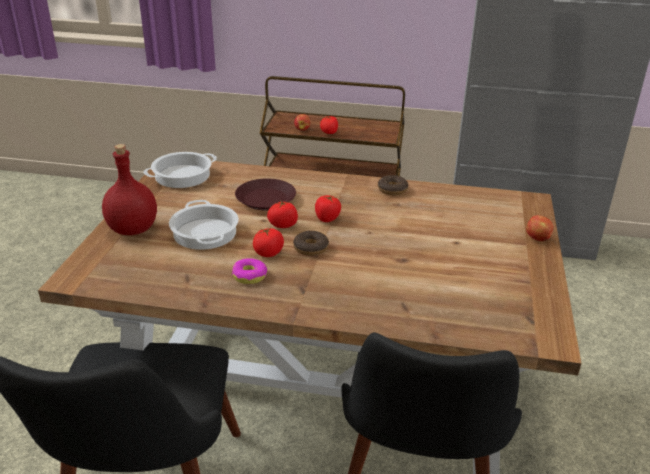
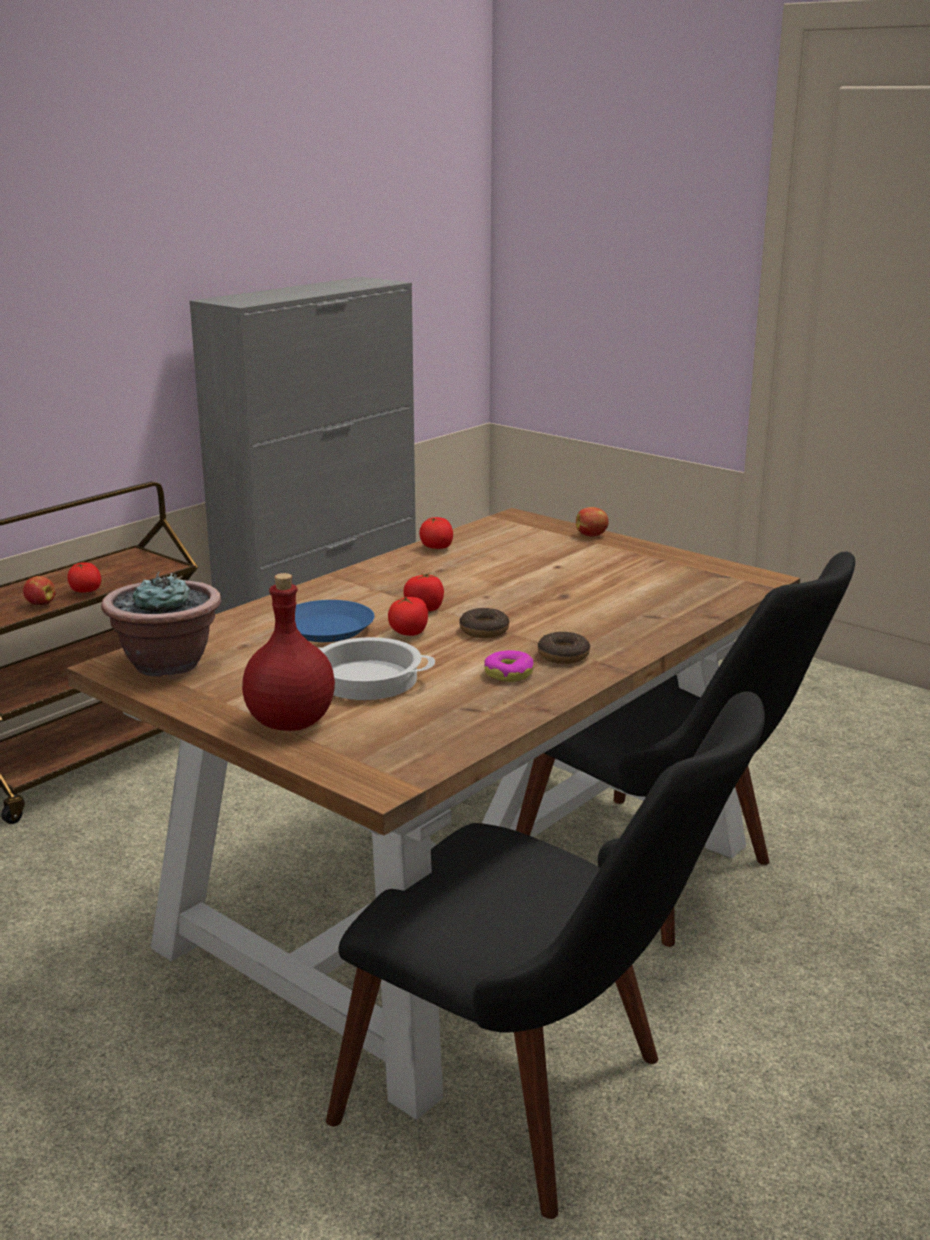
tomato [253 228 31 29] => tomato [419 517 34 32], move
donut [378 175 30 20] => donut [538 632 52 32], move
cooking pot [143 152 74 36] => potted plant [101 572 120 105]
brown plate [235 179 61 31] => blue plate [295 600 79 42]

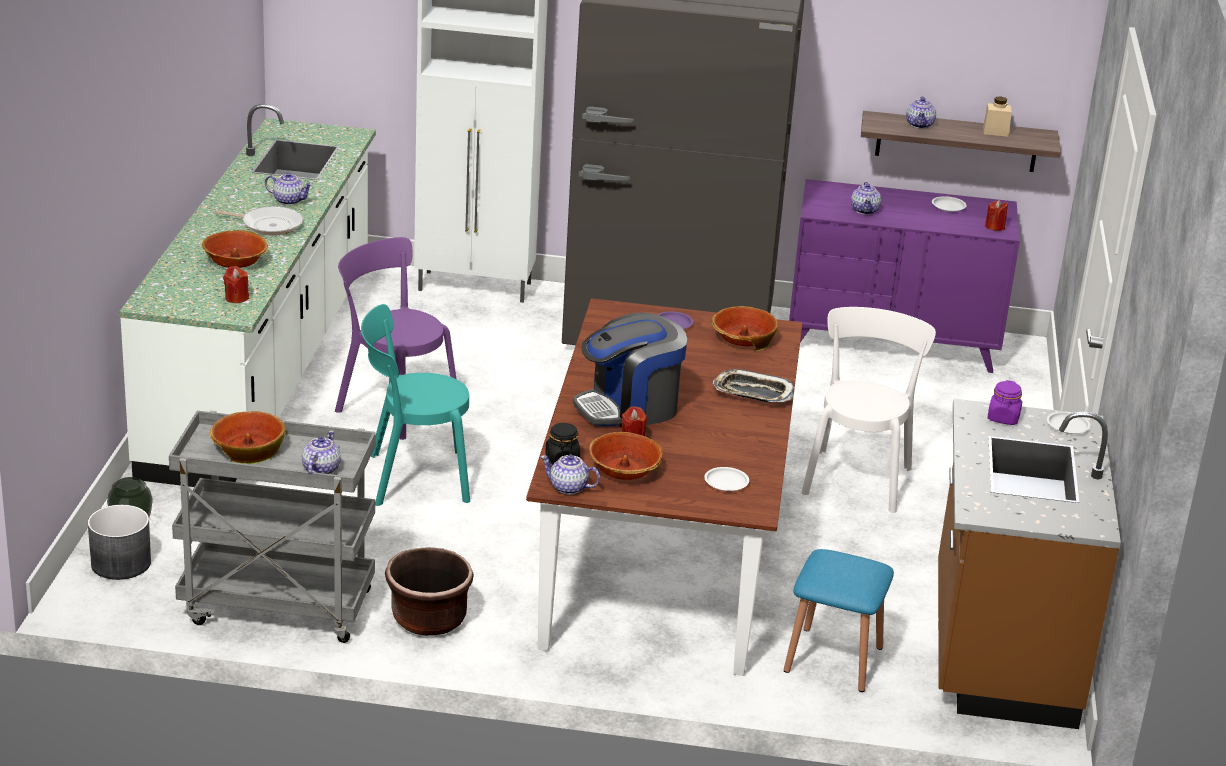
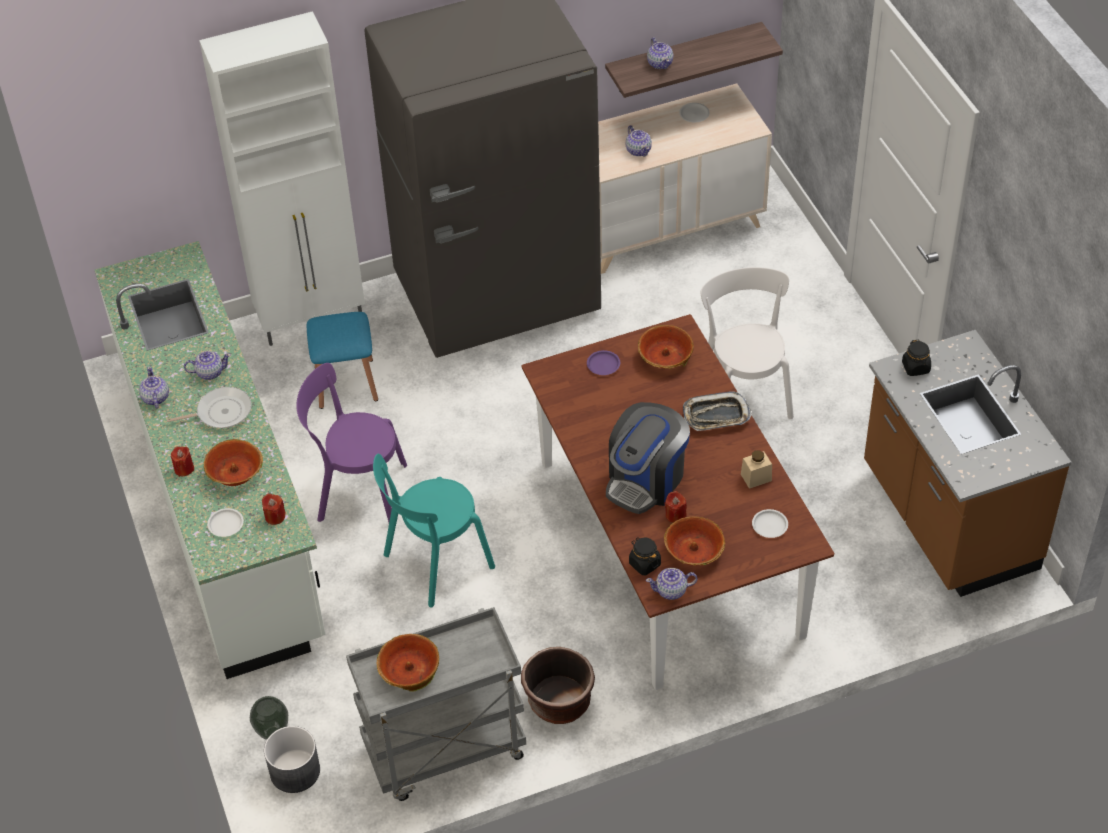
teapot [302 430 39 44] => teapot [139 367 30 42], move
blue stool [784 549 110 143] => blue stool [307 312 71 97], move
beige jar [983 97 29 40] => beige jar [741 450 31 39], move
red candle [985 200 23 31] => red candle [171 446 23 31], move
white plate [1047 411 44 23] => white plate [207 508 37 29], move
purple dresser [789 179 231 194] => beige dresser [598 84 174 190]
purple jar [987 380 35 45] => black jar [902 340 29 36]

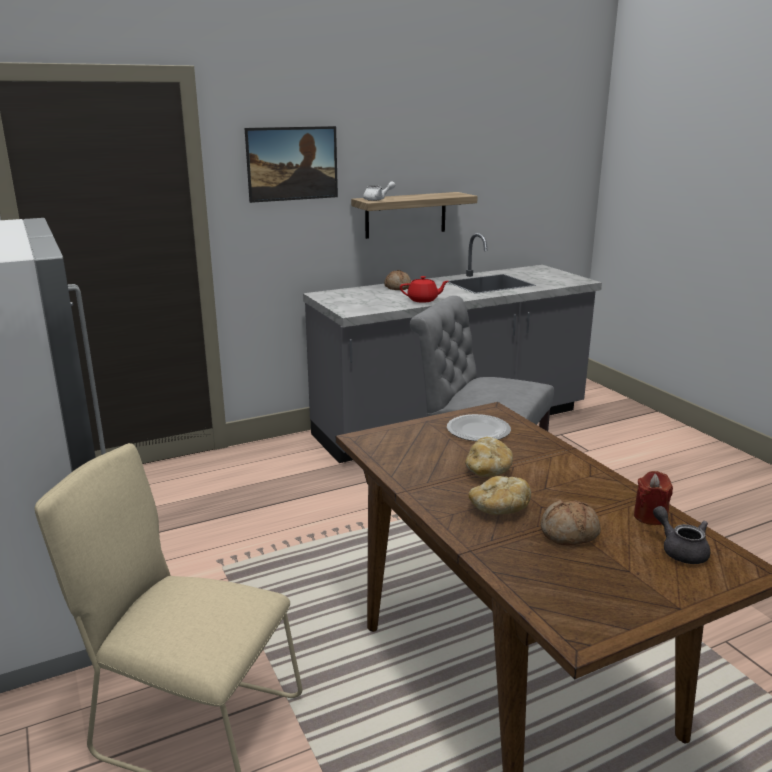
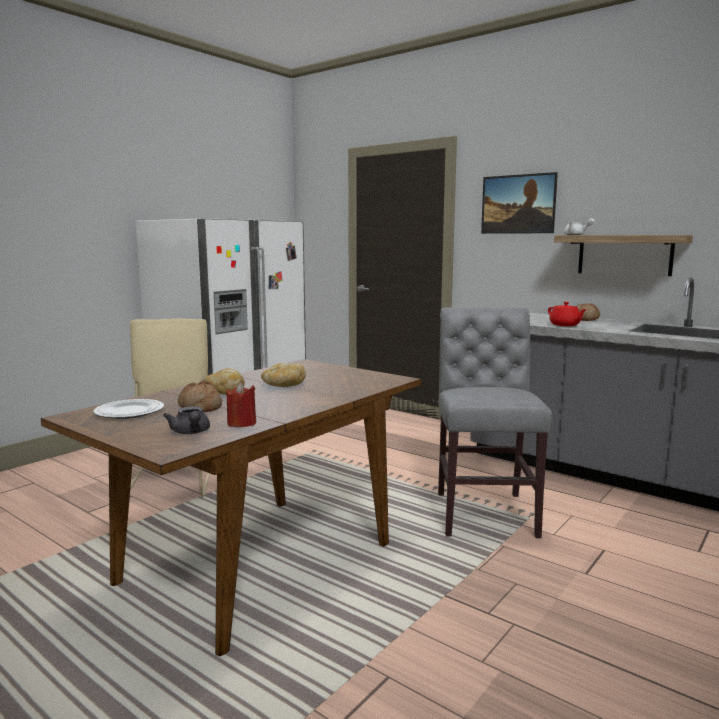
plate [447 414 64 27] => plate [93 399 71 20], move
grey teapot [653 506 57 58] => grey teapot [163 406 47 28], 120 degrees clockwise

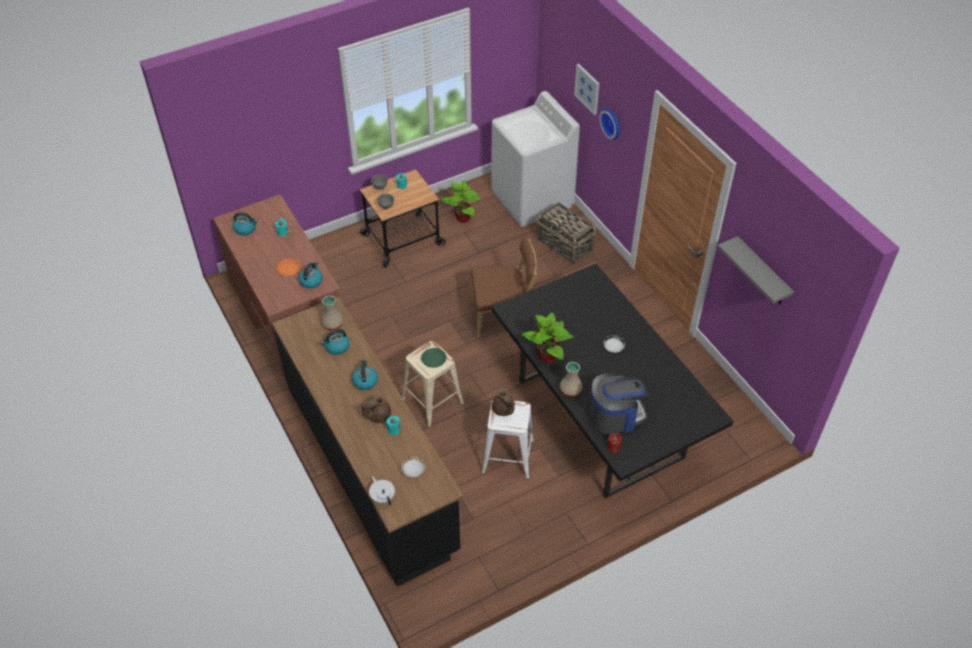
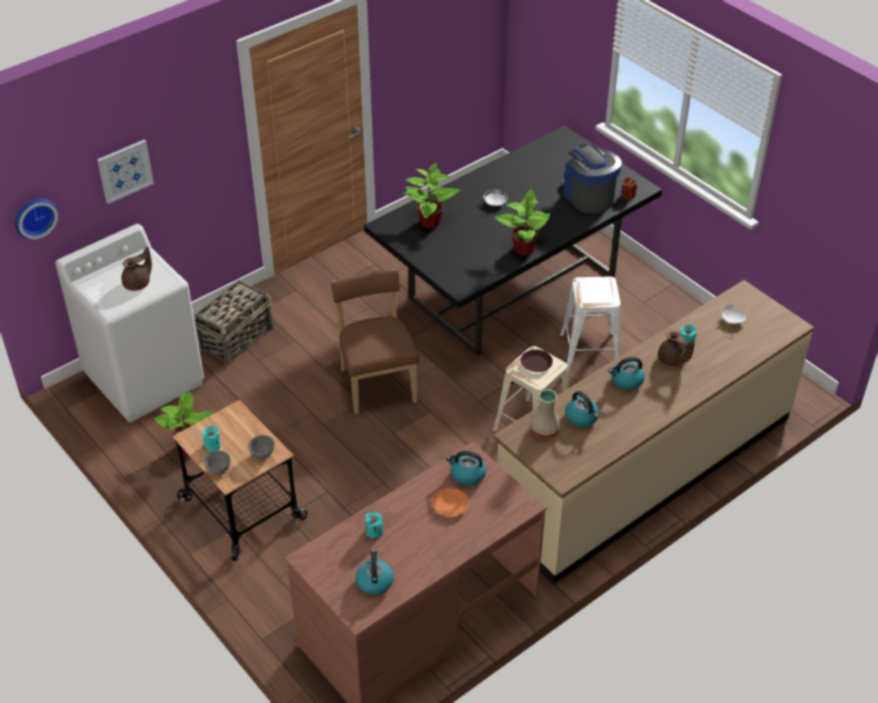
white teapot [369 476 26 29] => nothing
beige vase [560 362 23 35] => nothing
grey shelf [718 236 76 69] => nothing
nothing => potted plant [403 163 57 65]
brown teapot [492 389 23 27] => brown teapot [121 246 31 45], move
wall clock [599 108 21 32] => wall clock [15 199 43 40], move
black counter [272 297 192 290] => beige counter [493 280 321 304]
green plate [421 348 25 20] => brown plate [521 349 32 23]

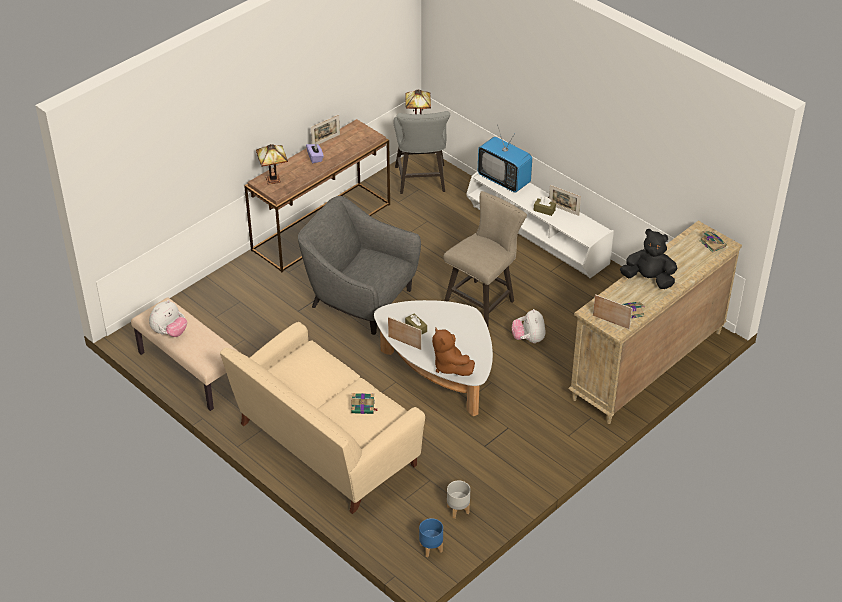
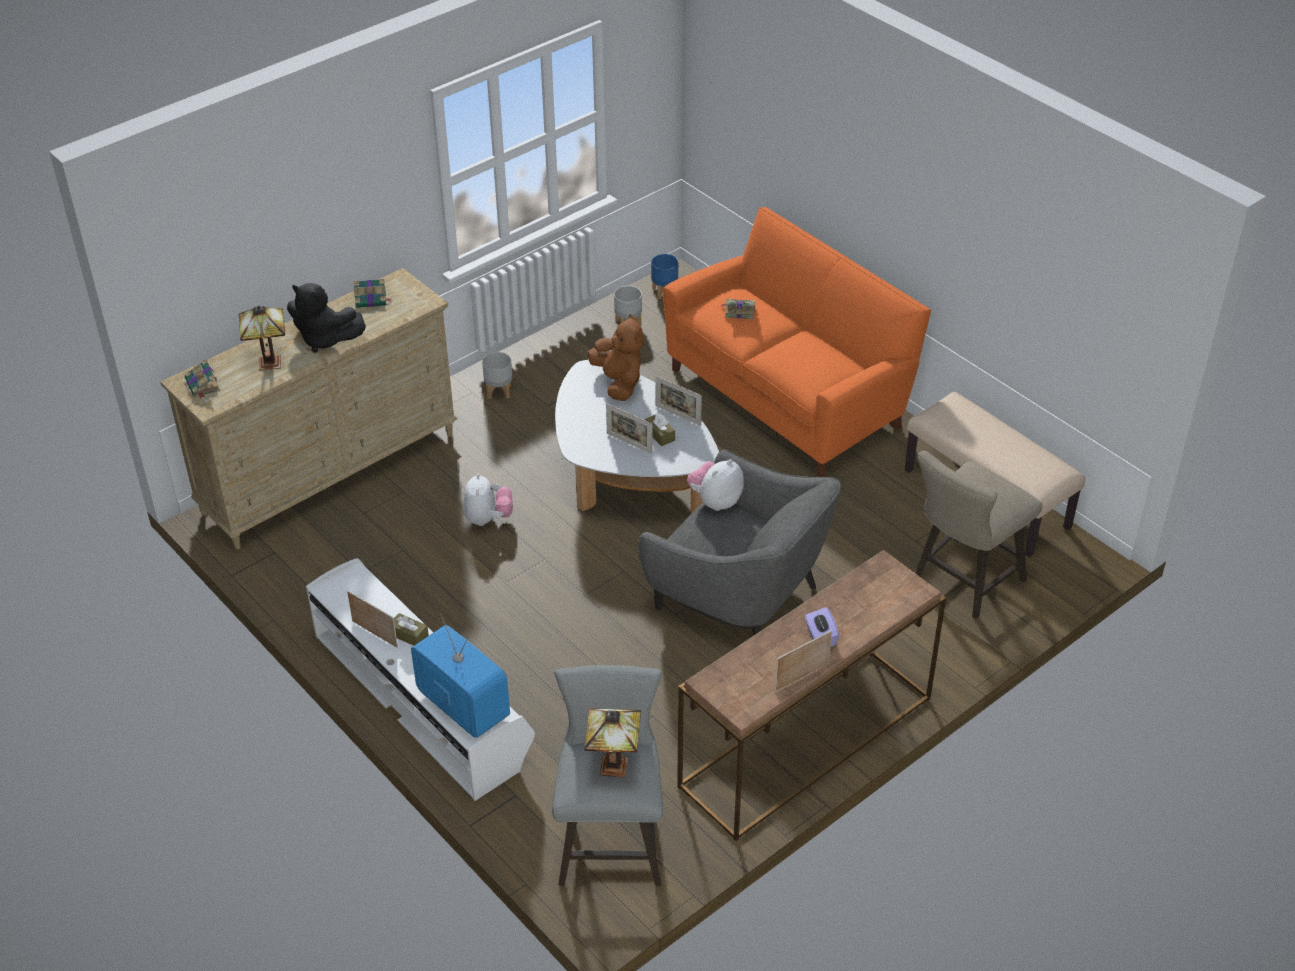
nothing => grey planter [482 352 31 47]
plush toy [149 300 38 37] => plush toy [687 459 57 52], move
table lamp [256 144 32 41] => table lamp [239 306 46 64], move
beige stool [444 191 83 136] => beige stool [916 451 127 168], move
picture frame [593 294 39 35] => picture frame [606 403 47 51], move
beige sofa [220 322 205 192] => orange sofa [662 207 269 270]

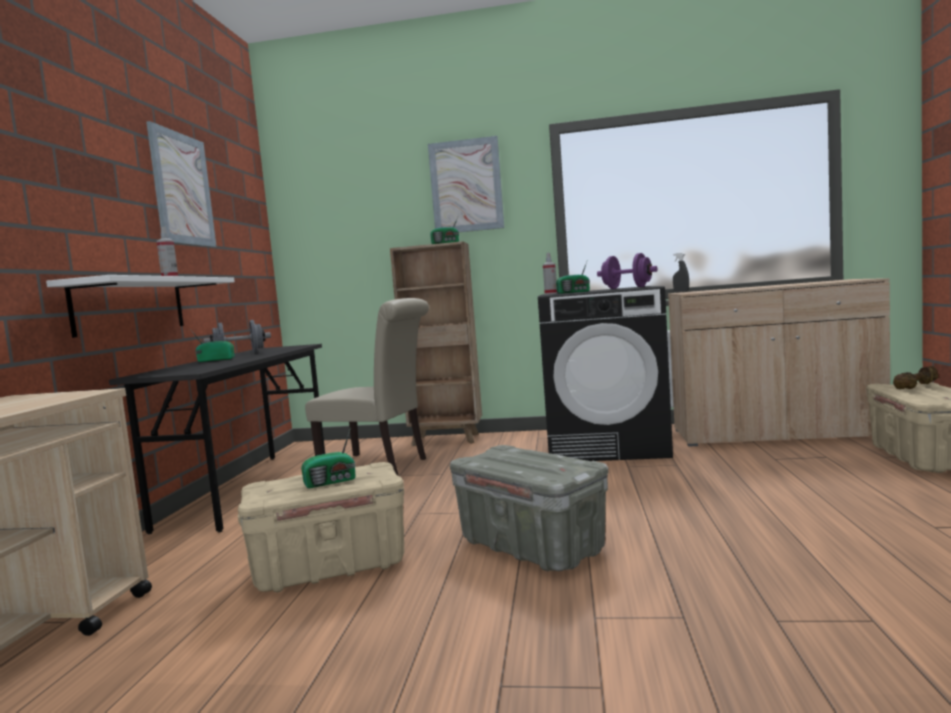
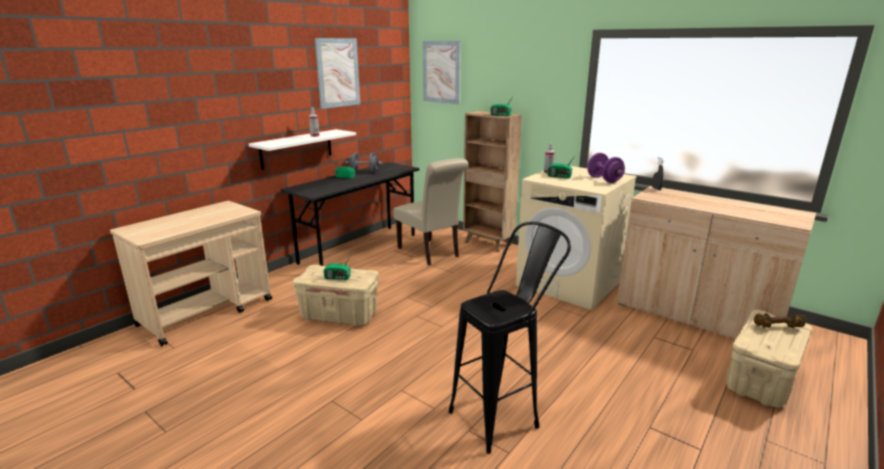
grey storage box [450 445 158 126] => nothing
nothing => black stool [449 222 122 232]
picture [428 136 76 96] => picture [423 41 38 63], move
black washing machine [538 286 135 175] => beige washing machine [516 166 121 144]

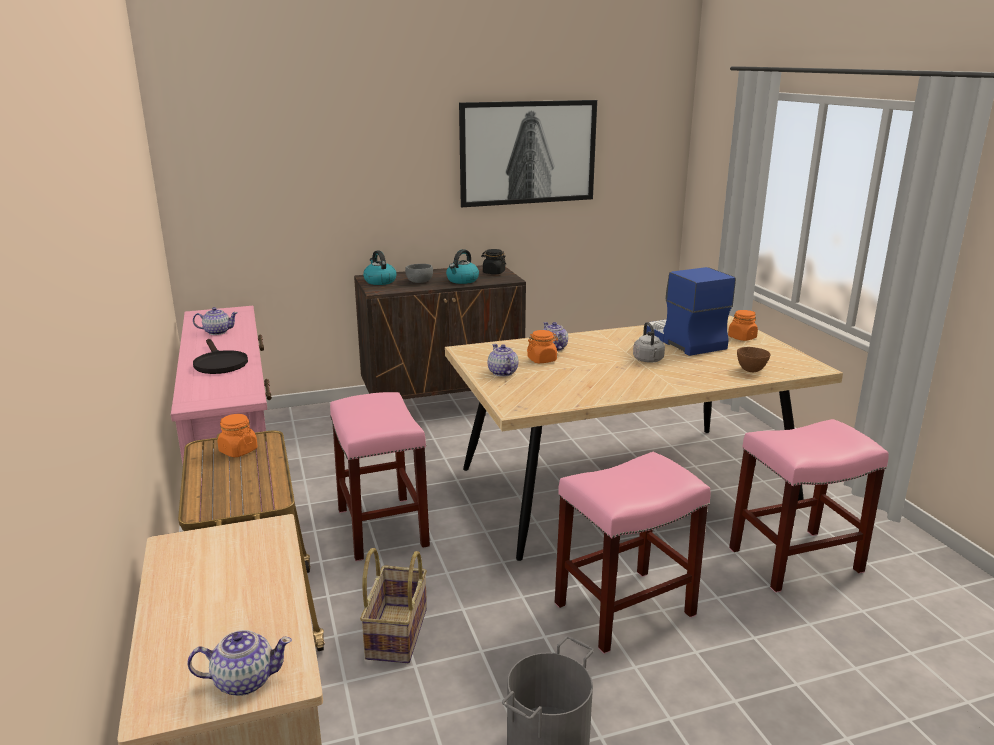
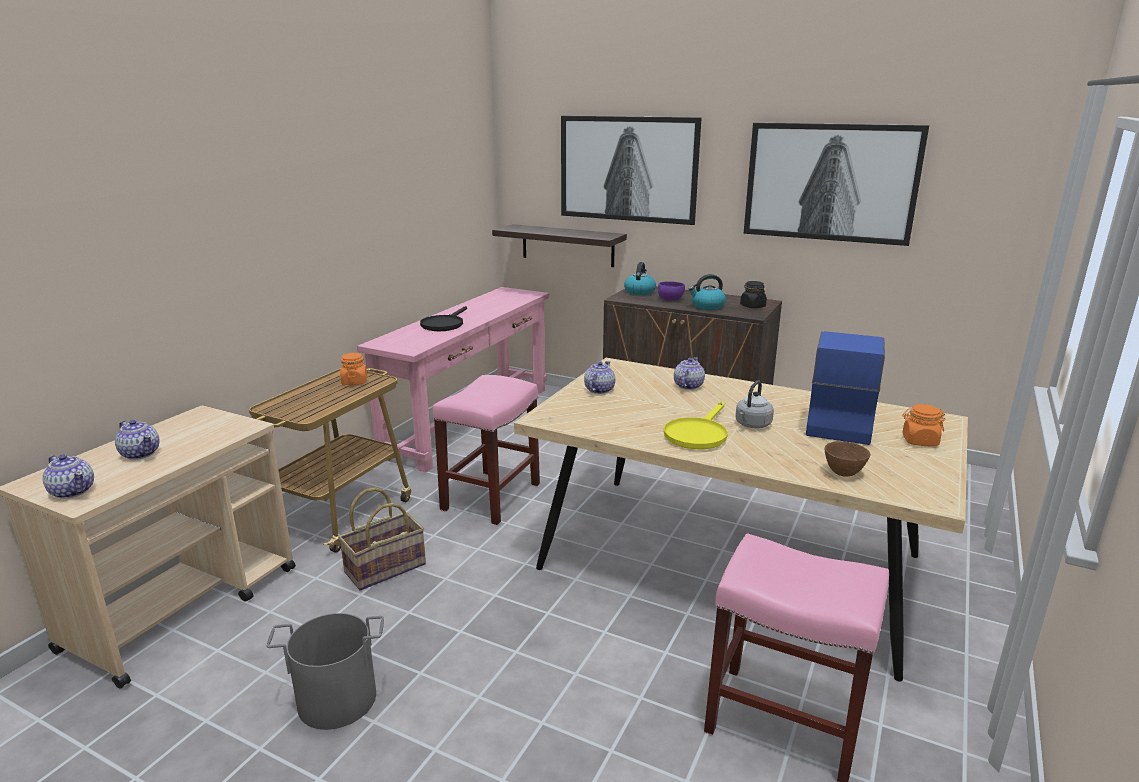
orange jar [527 330 31 33] => nothing
pink stool [555 452 156 202] => nothing
nothing => shelf [492 224 135 43]
nothing => picture [561 116 141 109]
nothing => yellow frying pan [664 402 64 47]
teapot [193 307 45 28] => teapot [115 420 45 40], move
grey bowl [405 264 28 19] => purple bowl [658 281 27 19]

